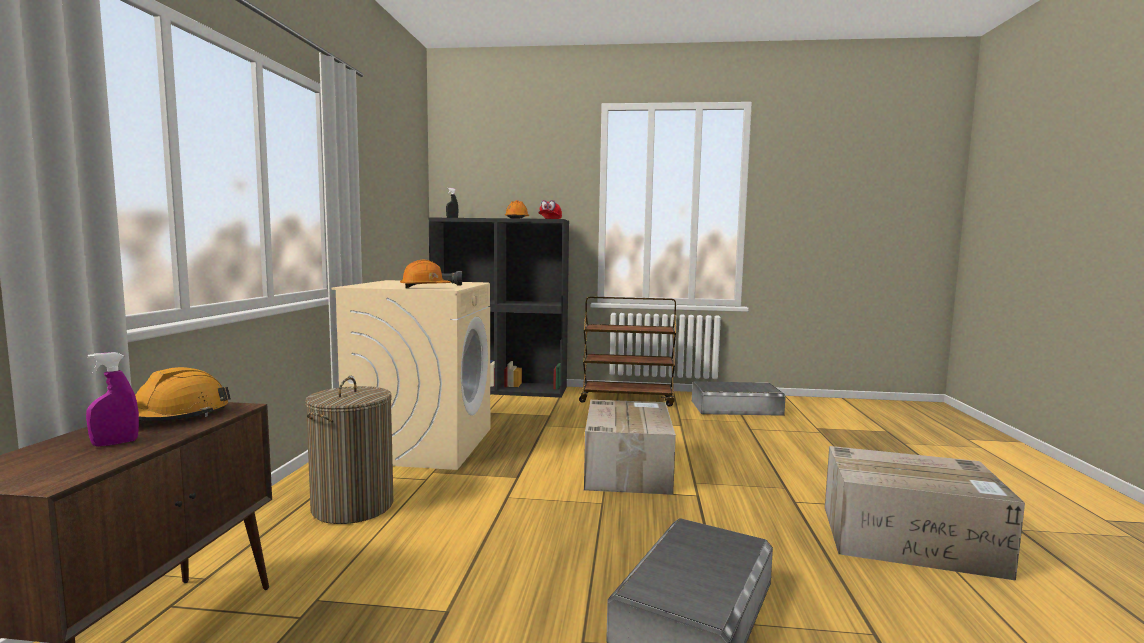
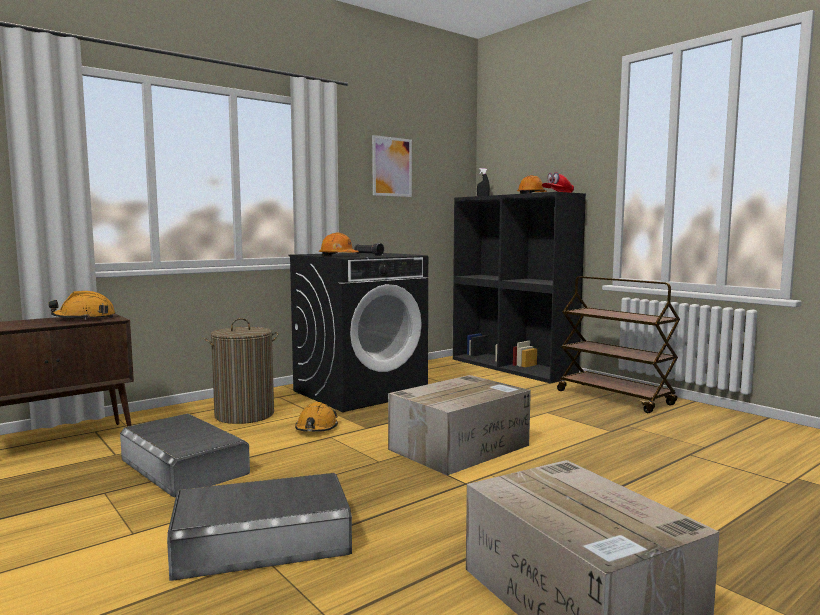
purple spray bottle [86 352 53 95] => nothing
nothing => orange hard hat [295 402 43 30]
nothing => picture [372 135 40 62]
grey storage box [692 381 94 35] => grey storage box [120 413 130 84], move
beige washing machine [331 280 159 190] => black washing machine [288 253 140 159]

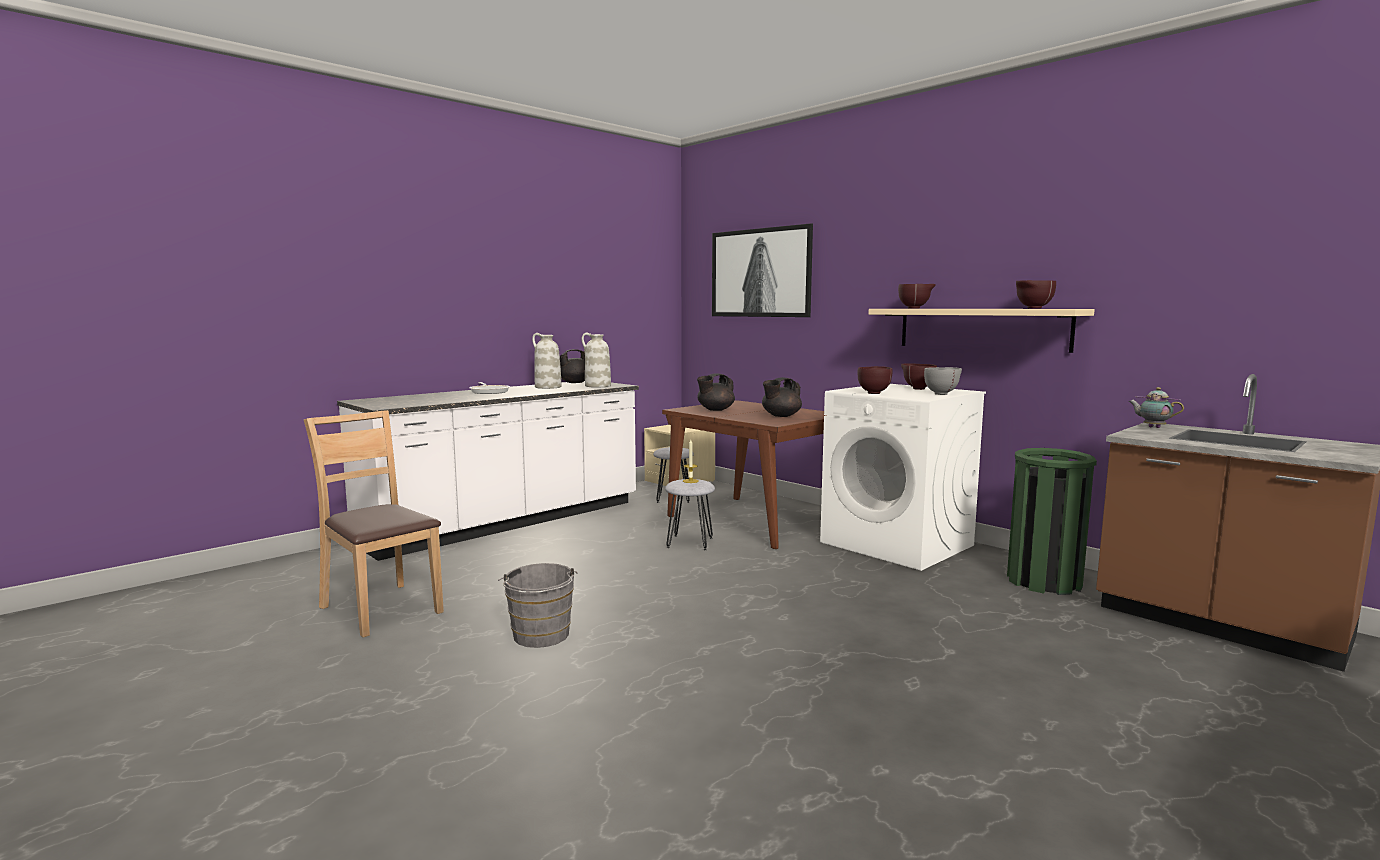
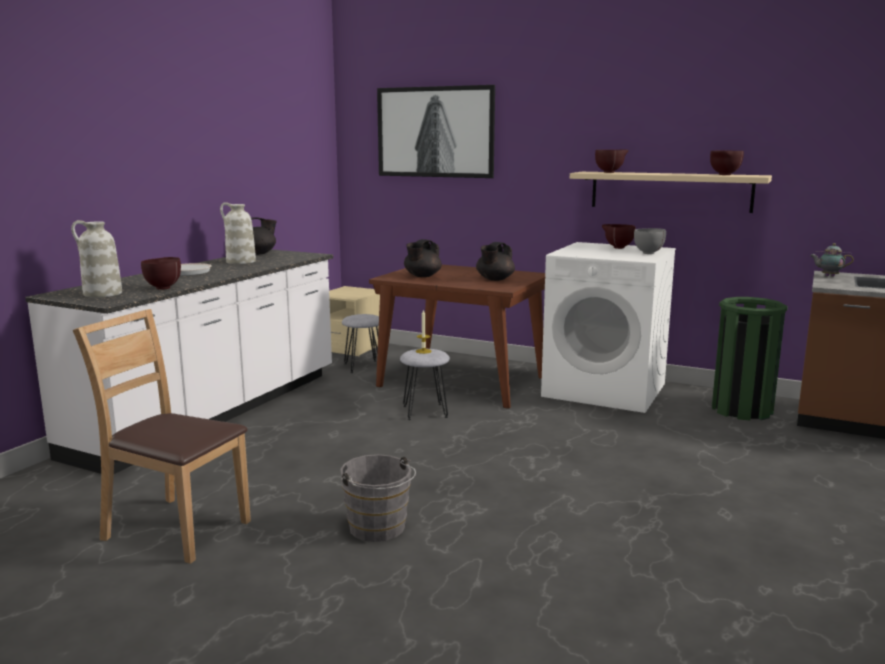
white vase [581 333 30 54] => white vase [71 220 51 78], move
brown bowl [857 366 36 28] => brown bowl [141 257 40 33], move

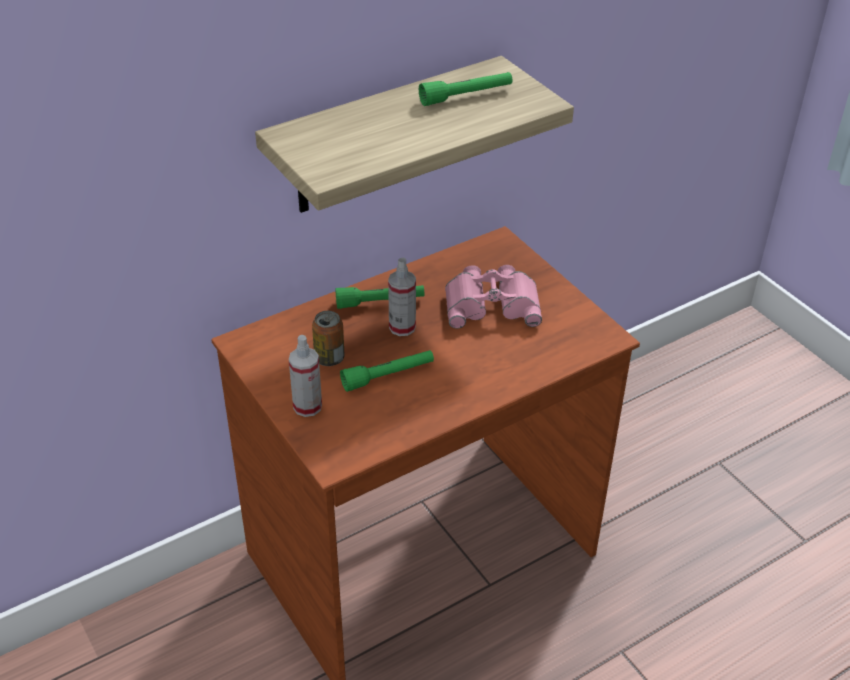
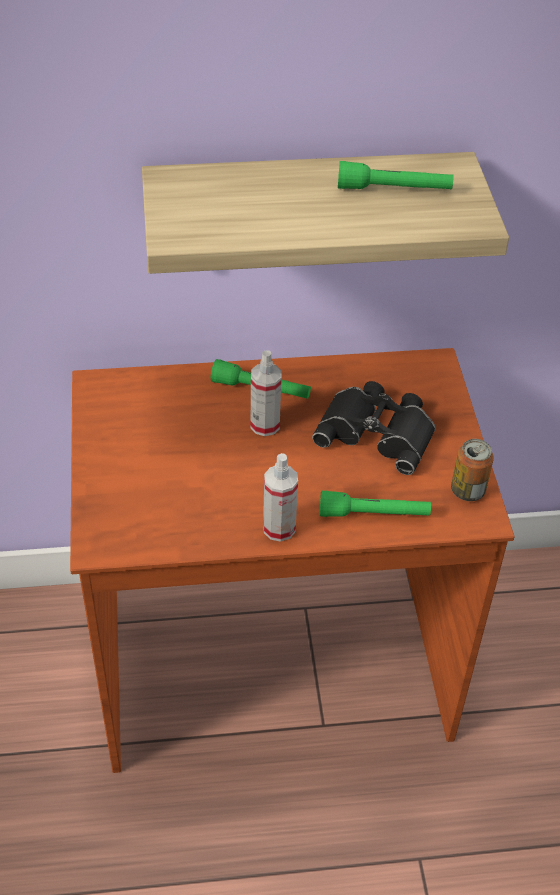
spray bottle [289 335 33 82] => spray bottle [263 453 35 89], move
can [312 311 33 55] => can [451 439 43 62], move
green flashlight [340 350 94 42] => green flashlight [320 490 111 27], move
pink binoculars [445 265 97 64] => black binoculars [312 381 123 94]

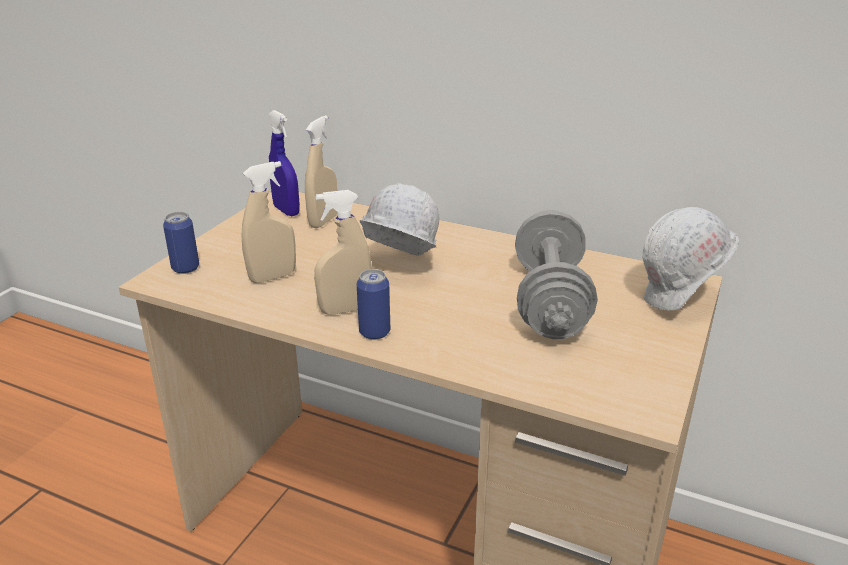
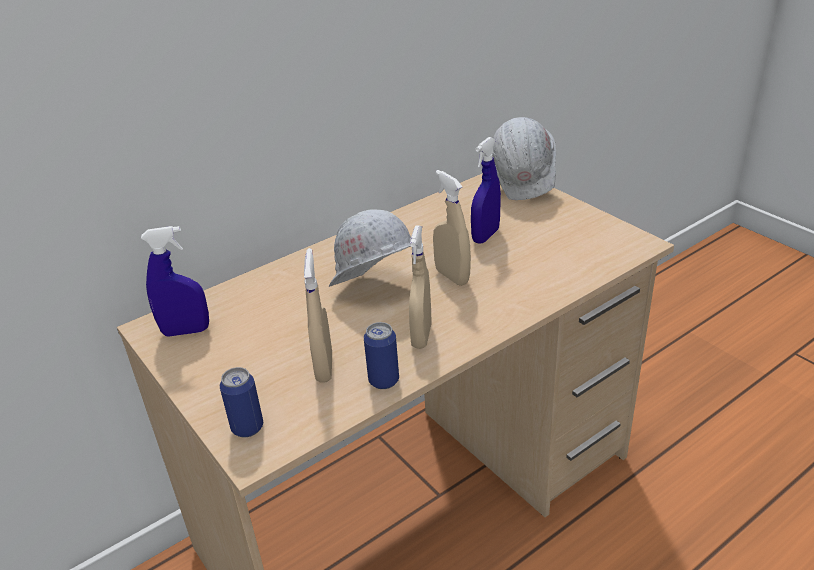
beige spray bottle [305 115 33 113] => beige spray bottle [433 170 38 116], move
can [357 269 33 71] => can [364 322 35 67], move
grey dumbbell [515 210 83 129] => blue spray bottle [471 137 30 107]

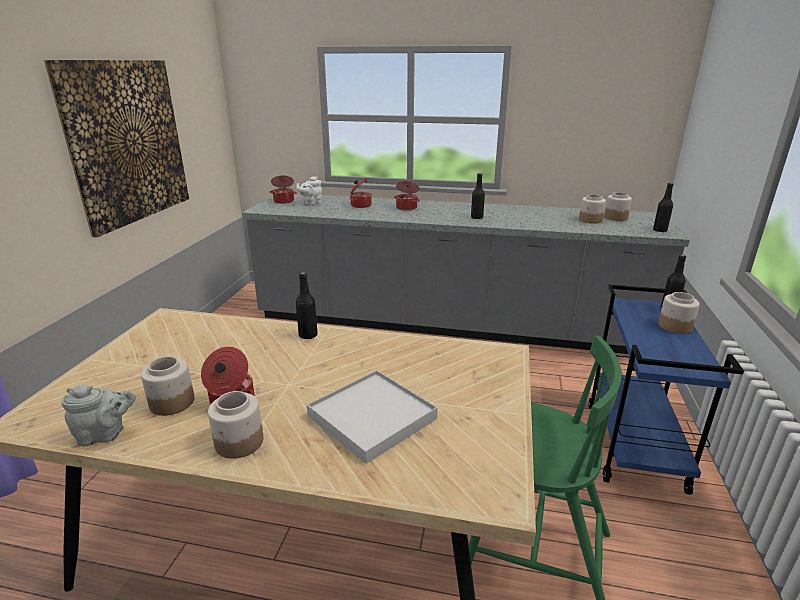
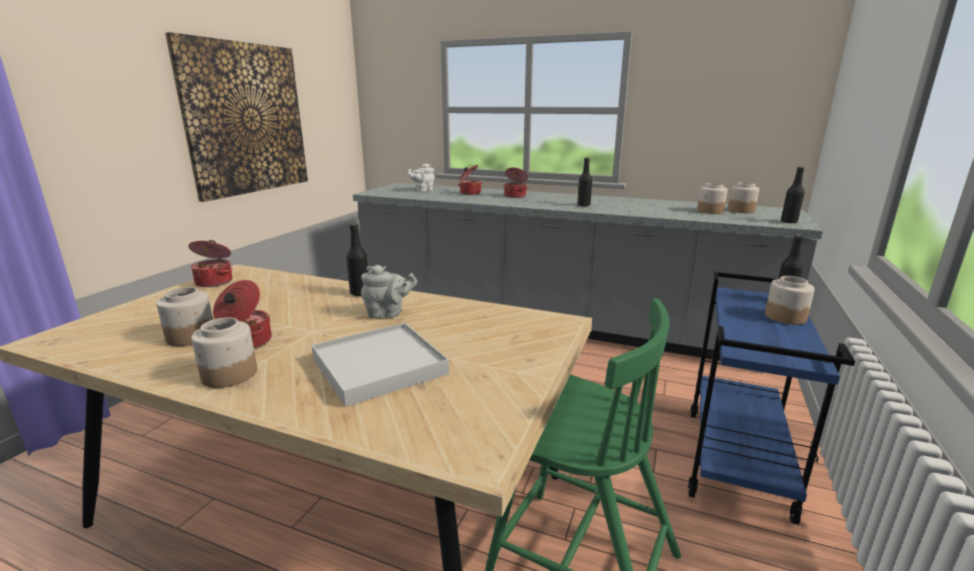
grey teapot [61 384 75 63] => grey teapot [361 265 56 54], move
cooking pot [270 175 27 29] => cooking pot [189 240 44 47], move

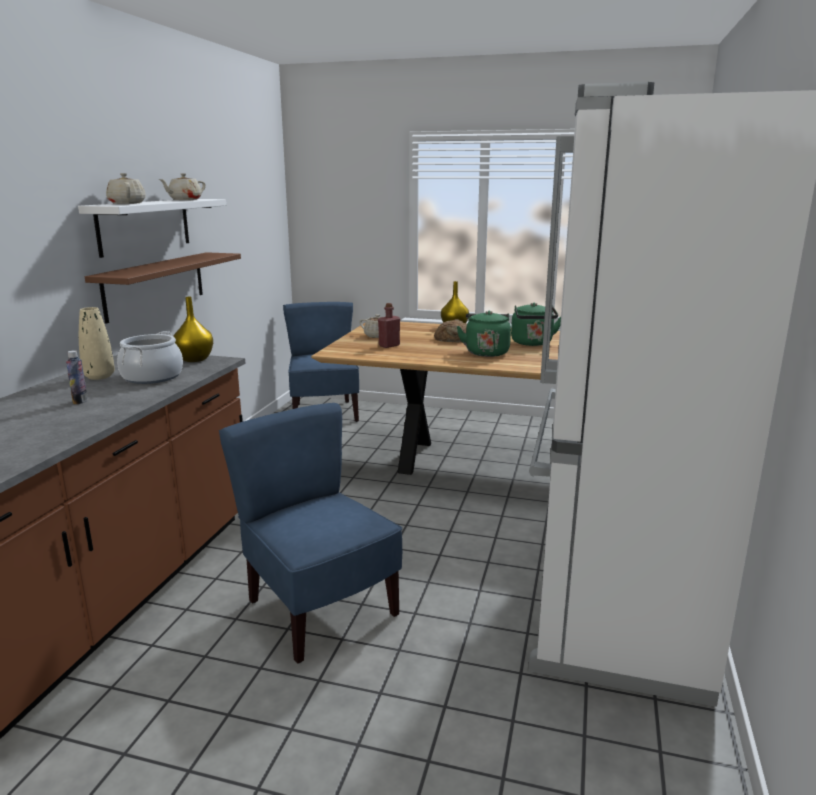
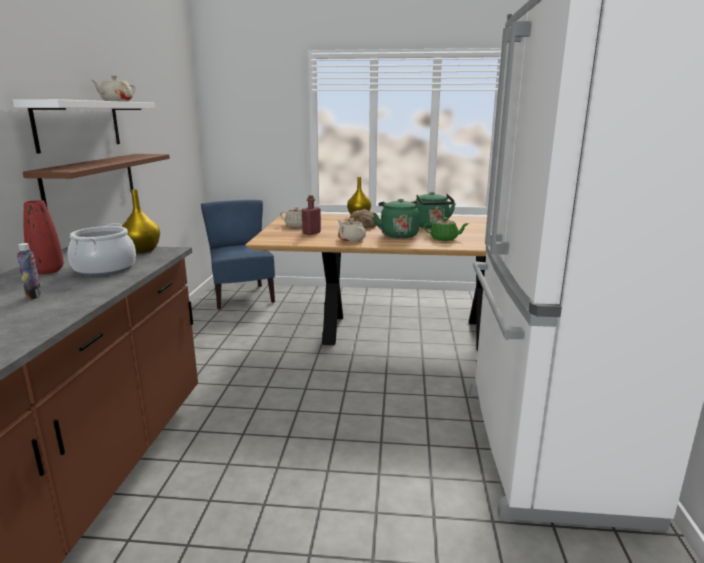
blue chair [219 403 183 261] => nothing
nothing => green teapot [424 218 45 23]
beige teapot [106 173 40 31] => beige teapot [338 218 28 24], move
beige vase [79 307 36 73] => red vase [23 200 41 74]

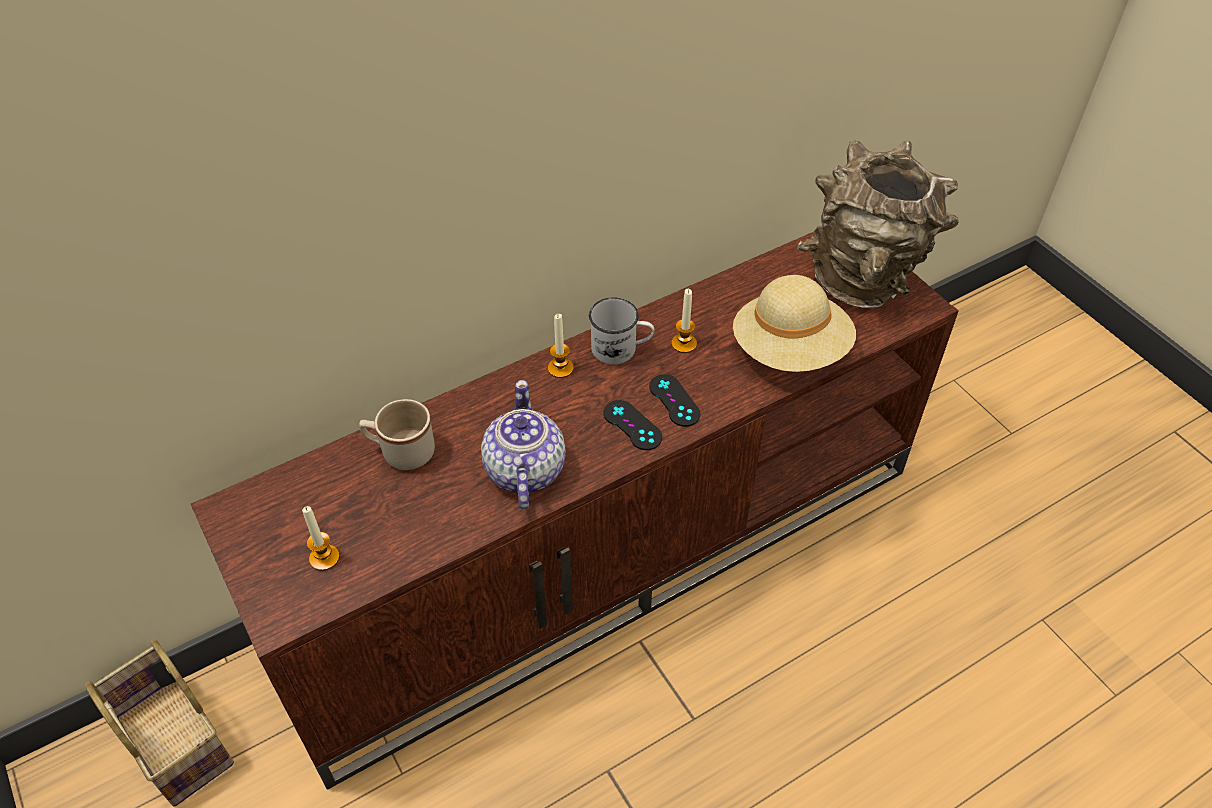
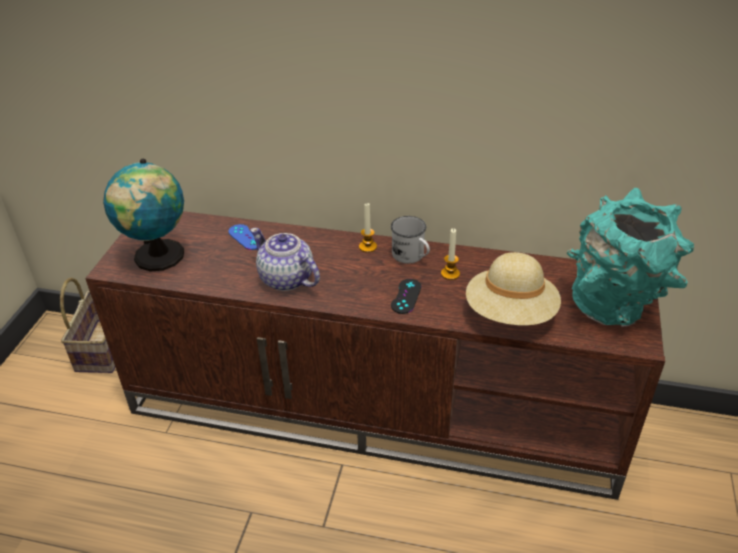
black game controller [604 400 58 50] => nothing
candle [302 506 38 65] => globe [103 159 81 113]
beige mug [359 399 76 71] => blue game controller [228 224 29 26]
brown vase [797 140 162 168] => turquoise vase [567 188 127 139]
teapot [481 380 85 129] => teapot [250 228 70 63], 90 degrees counterclockwise

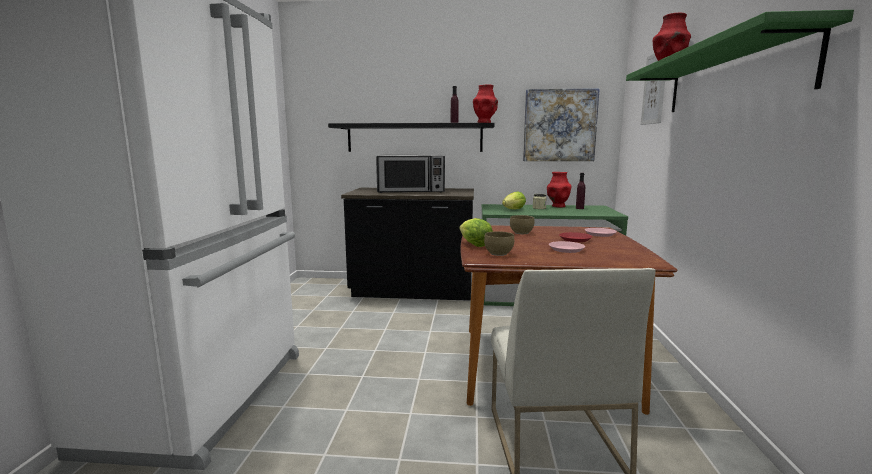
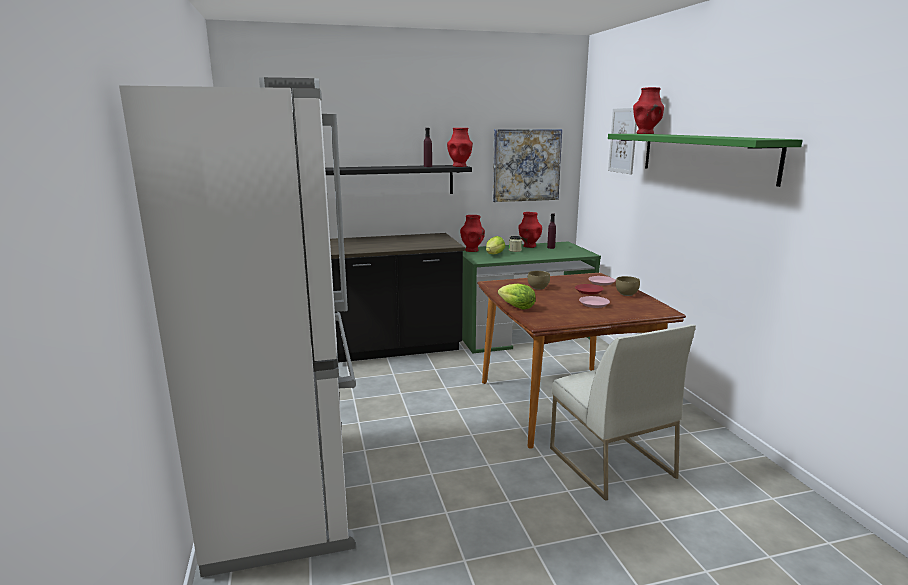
microwave [376 155 69 38] => nothing
nothing => red vase [460 215 25 37]
brown bowl [484 231 30 25] => brown bowl [616 276 24 20], move

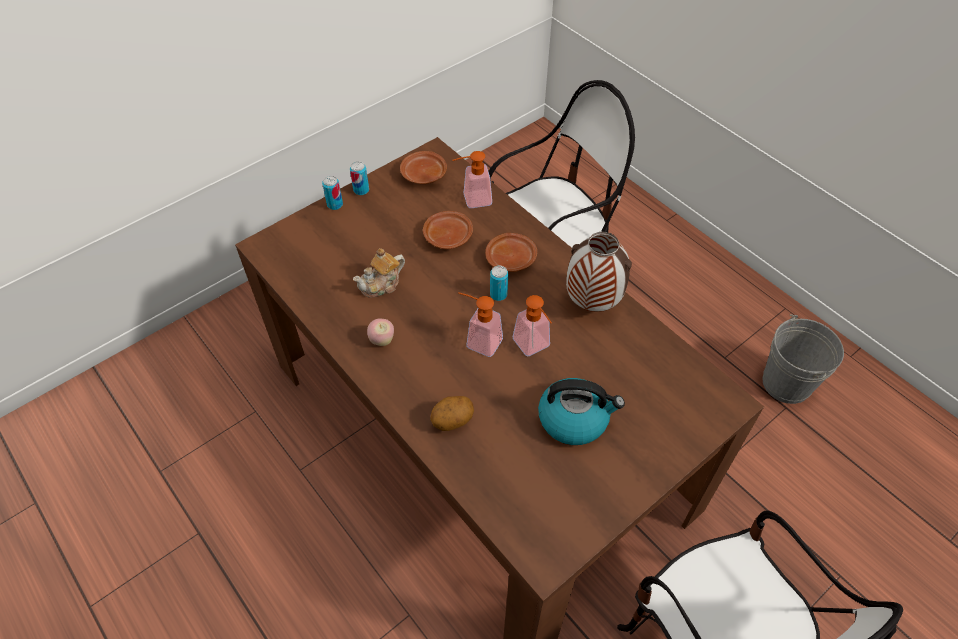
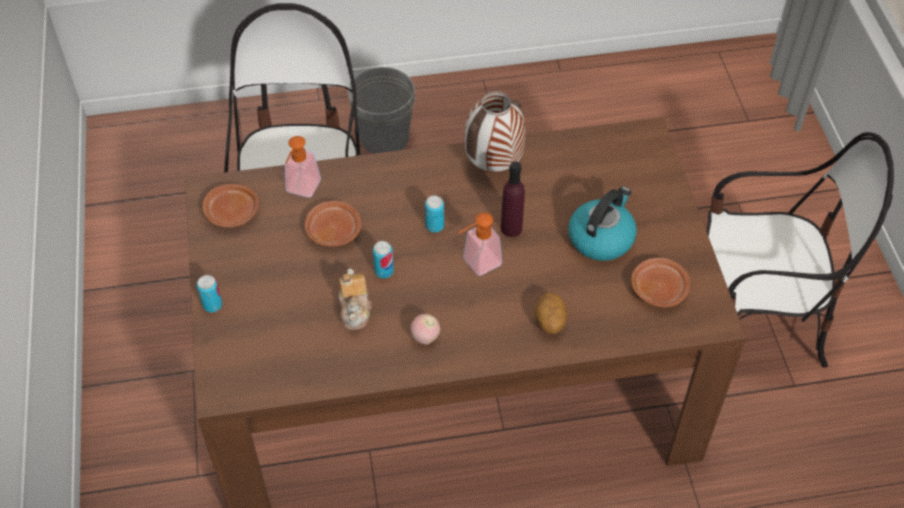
can [350 161 19 34] => can [373 241 21 37], move
brown plate [485 233 52 39] => brown plate [631 258 59 49], move
grey bucket [762 315 82 89] => grey bucket [348 67 68 87], move
soap dispenser [513 295 39 61] => purple bottle [501 161 24 76]

